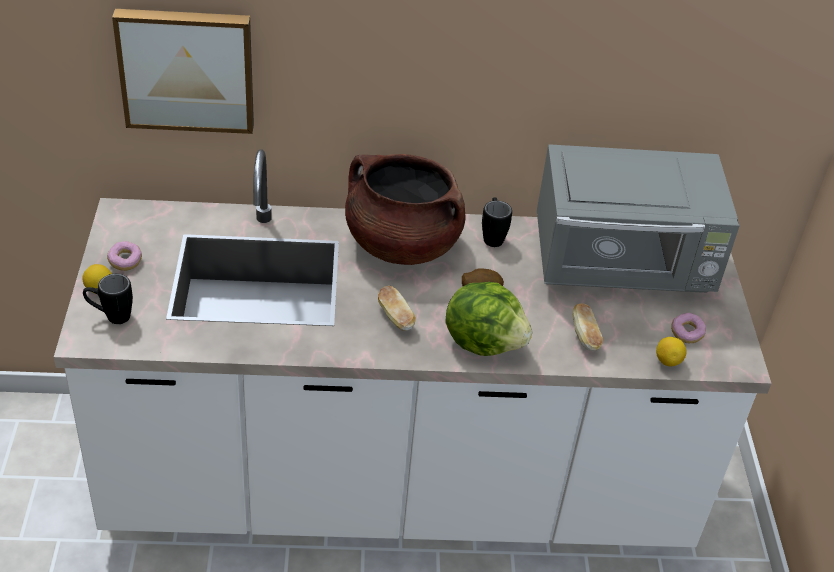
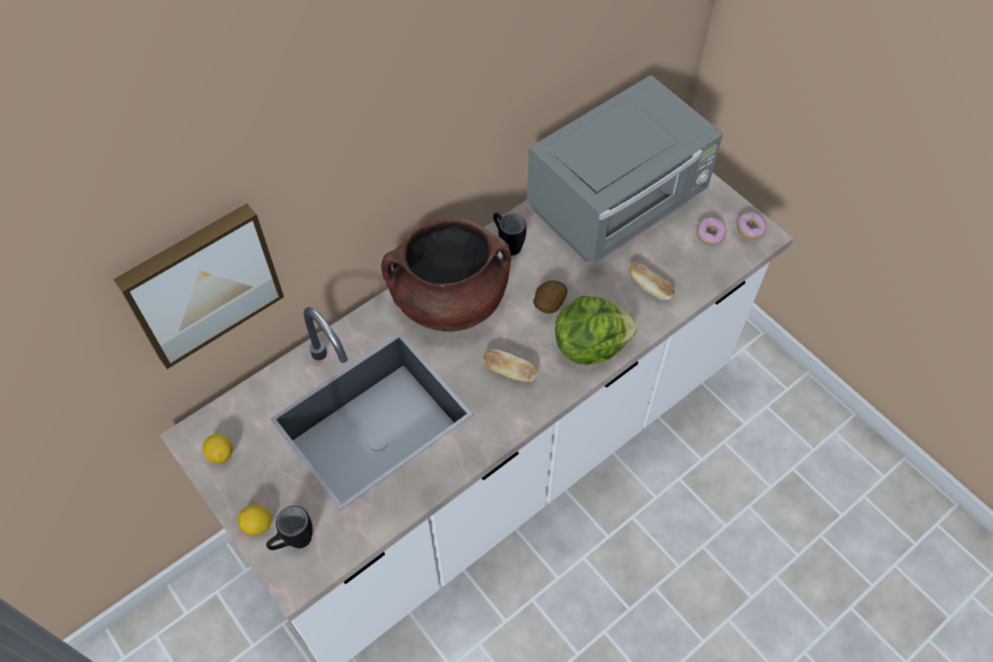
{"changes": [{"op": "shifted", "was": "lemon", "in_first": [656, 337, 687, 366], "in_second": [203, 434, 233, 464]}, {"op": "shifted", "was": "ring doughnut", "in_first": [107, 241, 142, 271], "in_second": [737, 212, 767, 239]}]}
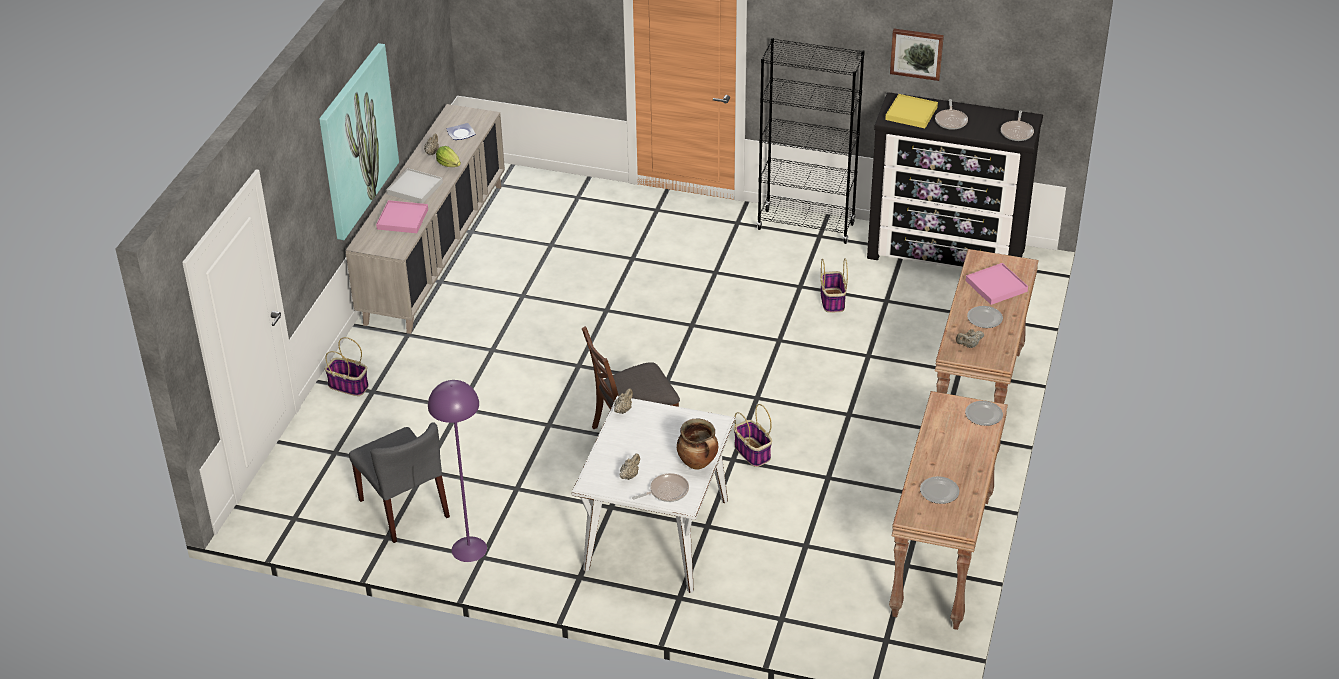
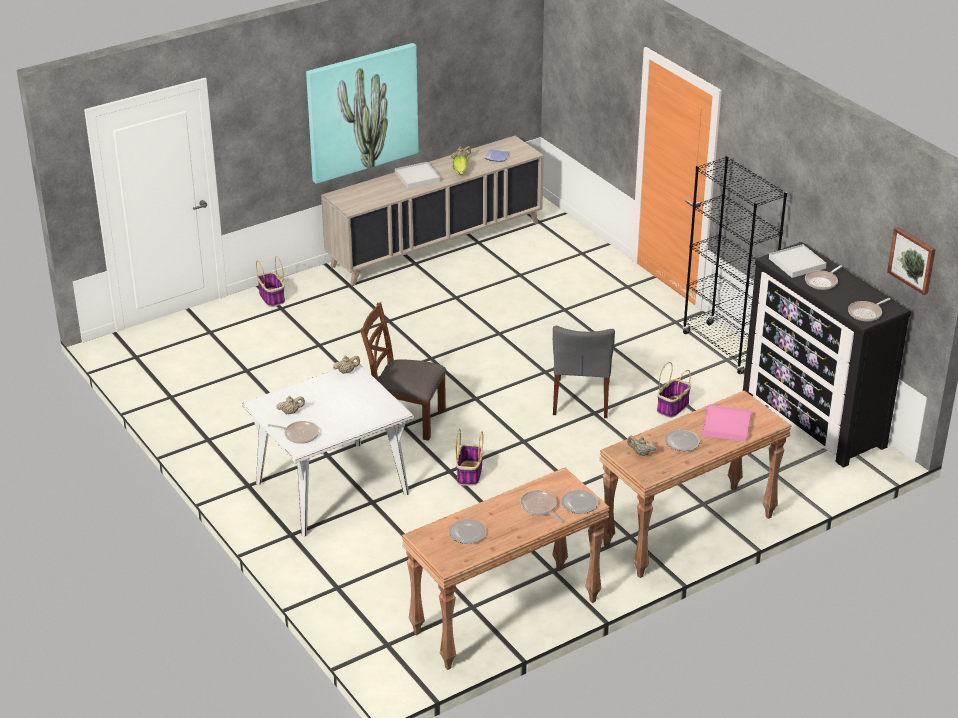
{"changes": [{"op": "new", "now": "skillet", "in_second": [520, 490, 562, 523]}, {"op": "shifted", "was": "chair/gray", "in_first": [349, 422, 450, 543], "in_second": [553, 326, 615, 418]}, {"op": "repainted", "was": "tray/yellow-coloured", "now": "tray/white", "in_first": [885, 94, 938, 128], "in_second": [769, 244, 827, 278]}, {"op": "shifted", "was": "wall picture", "in_first": [890, 29, 944, 81], "in_second": [887, 227, 936, 295]}, {"op": "gone", "was": "tray/pink", "in_first": [376, 200, 428, 233]}, {"op": "gone", "was": "floor lamp/purplish", "in_first": [428, 380, 487, 562]}, {"op": "gone", "was": "saucepot", "in_first": [677, 419, 718, 470]}]}
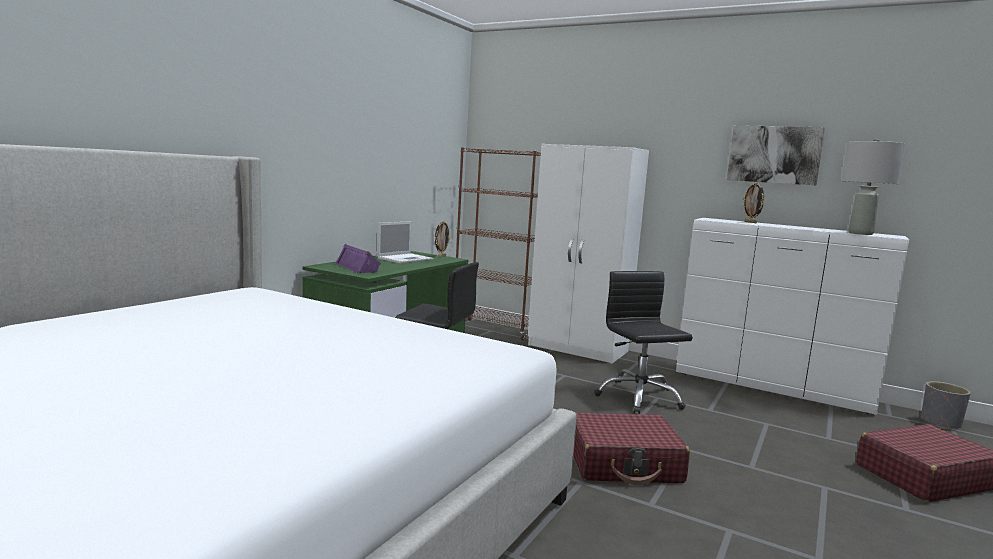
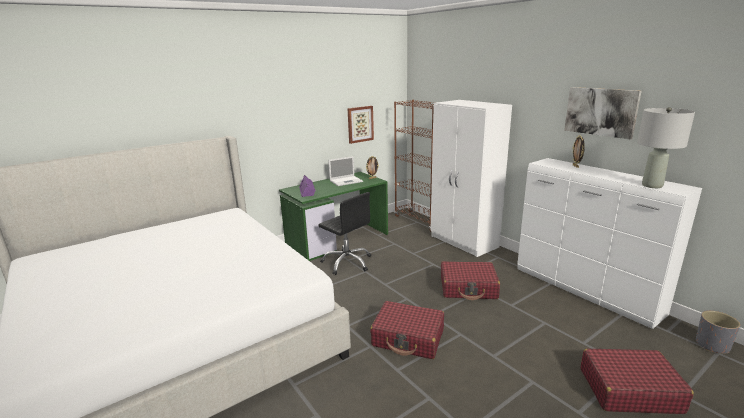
{"changes": [{"op": "new", "now": "wall picture", "in_second": [348, 106, 374, 144]}, {"op": "swapped", "was": "computer chair/black", "now": "piece of luggage/red", "in_first": [594, 271, 693, 414], "in_second": [441, 261, 500, 300]}]}
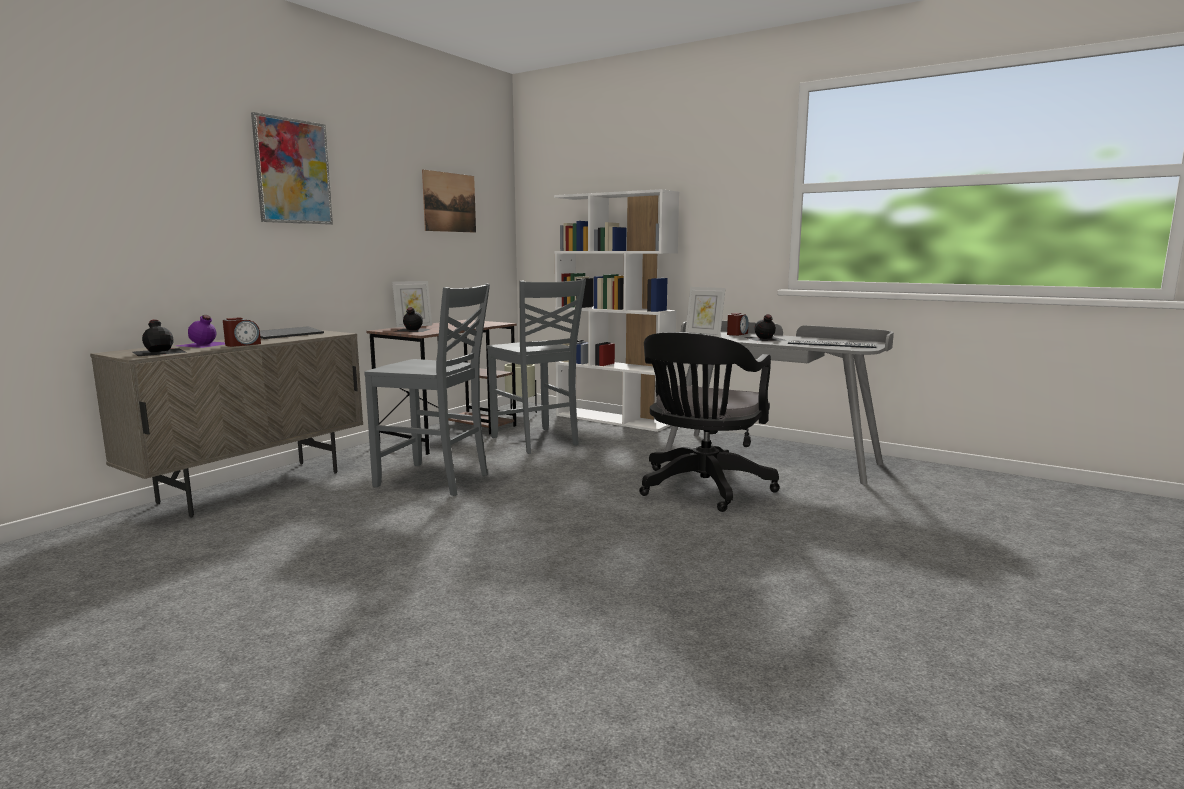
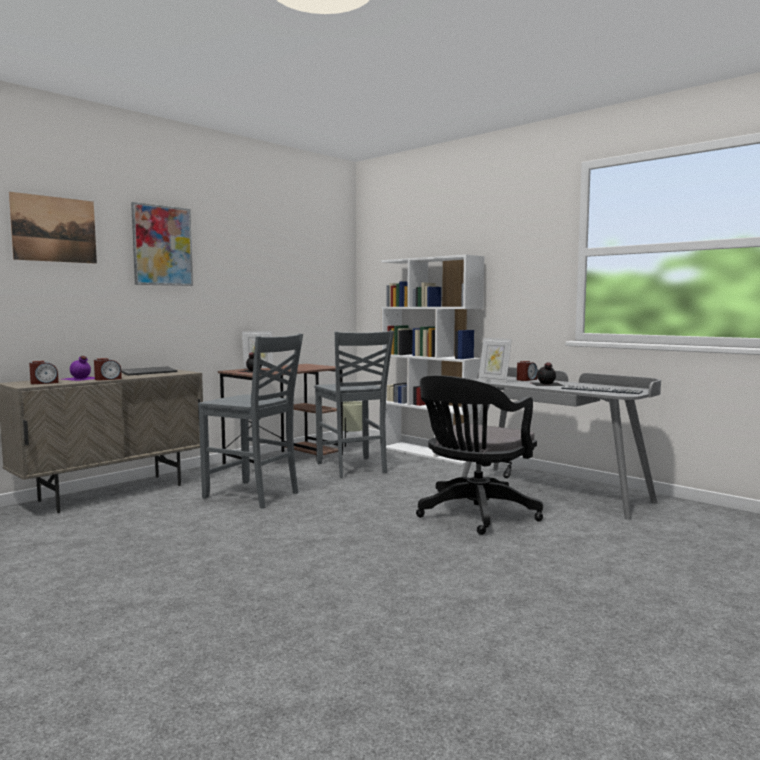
{"changes": [{"op": "shifted", "was": "wall picture", "in_first": [422, 170, 476, 233], "in_second": [9, 192, 97, 264]}, {"op": "swapped", "was": "drink bottle/black", "now": "table clock", "in_first": [133, 319, 186, 356], "in_second": [29, 361, 59, 384]}]}
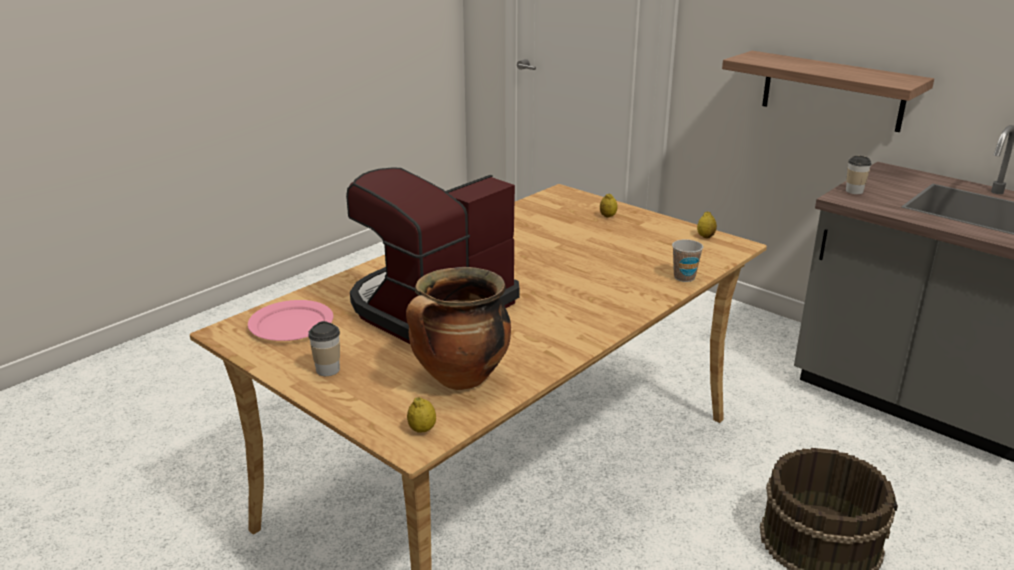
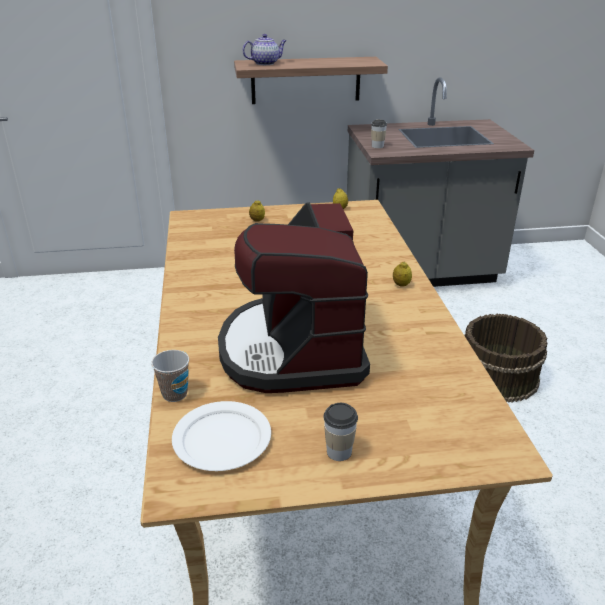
{"changes": [{"op": "shifted", "was": "cup", "in_first": [672, 239, 703, 282], "in_second": [151, 350, 189, 402]}, {"op": "repainted", "was": "dinner plate/pink", "now": "dinner plate/white", "in_first": [248, 300, 333, 341], "in_second": [172, 401, 271, 471]}, {"op": "new", "now": "teapot", "in_second": [242, 34, 287, 65]}, {"op": "shifted", "was": "lemon", "in_first": [407, 397, 436, 433], "in_second": [393, 262, 412, 287]}, {"op": "gone", "was": "saucepot", "in_first": [406, 267, 511, 390]}]}
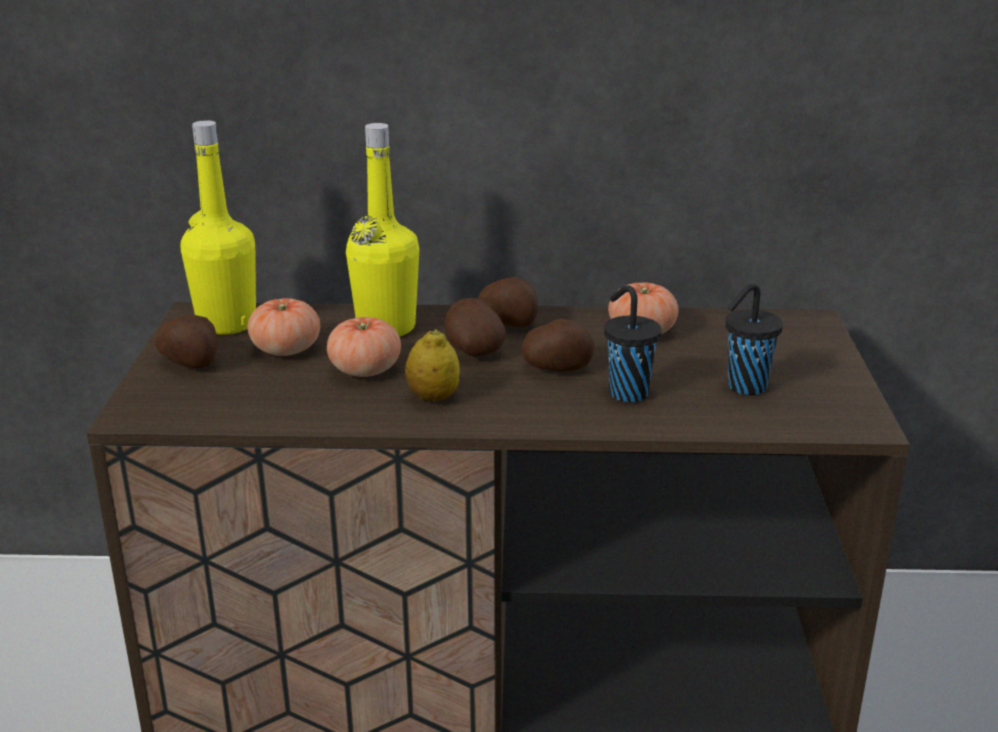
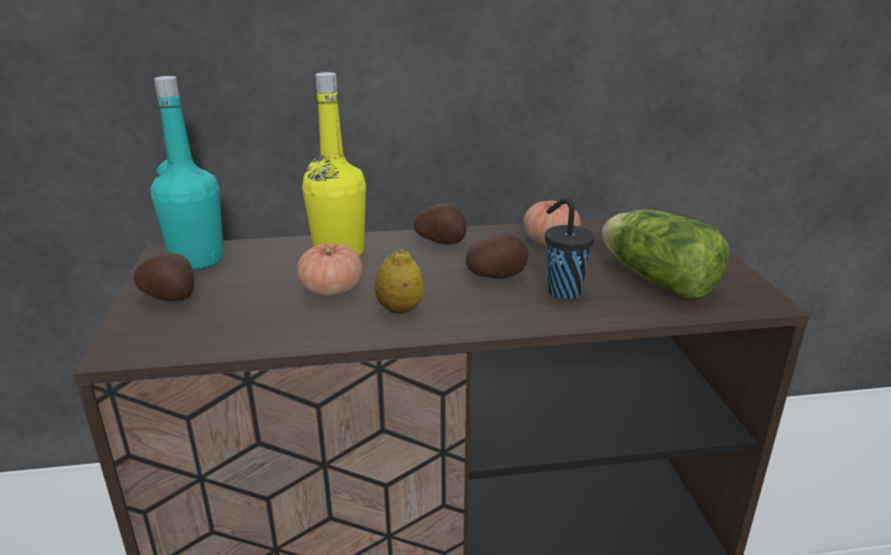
{"changes": [{"op": "repainted", "was": "drink bottle/yellow-coloured", "now": "drink bottle/turquoise", "in_first": [180, 120, 256, 335], "in_second": [151, 76, 224, 270]}, {"op": "swapped", "was": "cup/black", "now": "lettuce", "in_first": [726, 283, 783, 395], "in_second": [602, 210, 729, 299]}, {"op": "gone", "was": "fresh tomato", "in_first": [247, 298, 320, 356]}, {"op": "gone", "was": "spud", "in_first": [445, 298, 506, 357]}]}
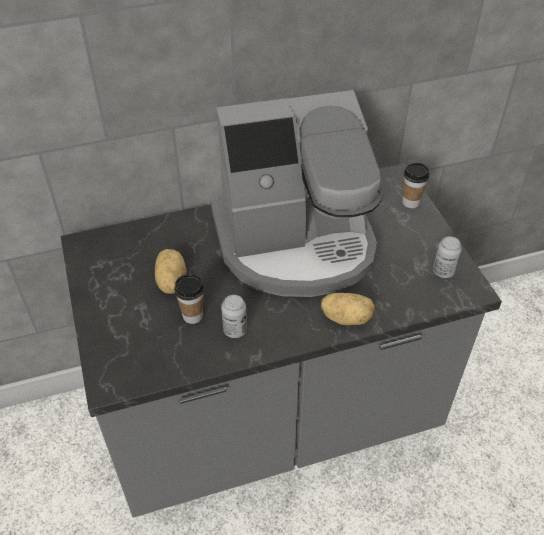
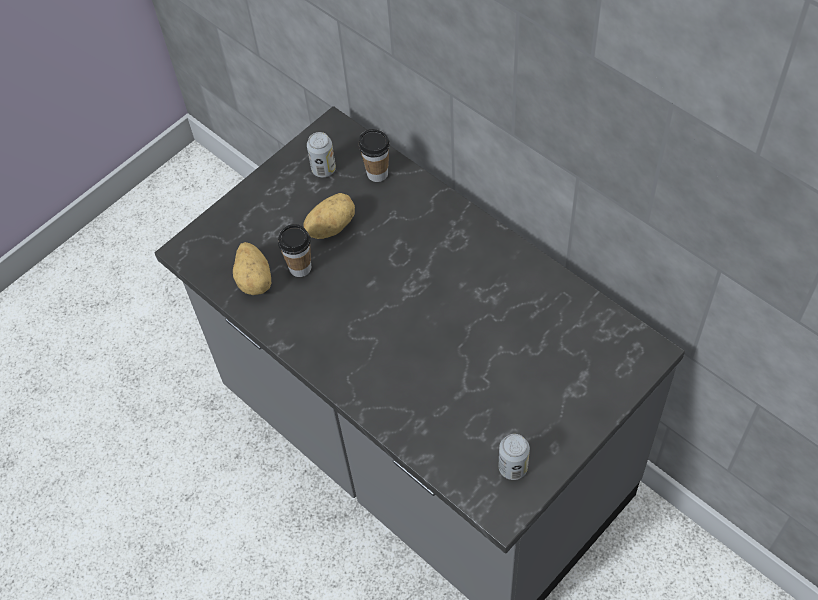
{"changes": [{"op": "shifted", "was": "spud", "in_first": [321, 293, 375, 325], "in_second": [233, 242, 271, 295]}, {"op": "shifted", "was": "can", "in_first": [221, 295, 247, 338], "in_second": [307, 132, 336, 177]}, {"op": "shifted", "was": "cup", "in_first": [402, 163, 429, 208], "in_second": [359, 129, 390, 182]}, {"op": "gone", "was": "coffee brewer", "in_first": [211, 90, 384, 297]}]}
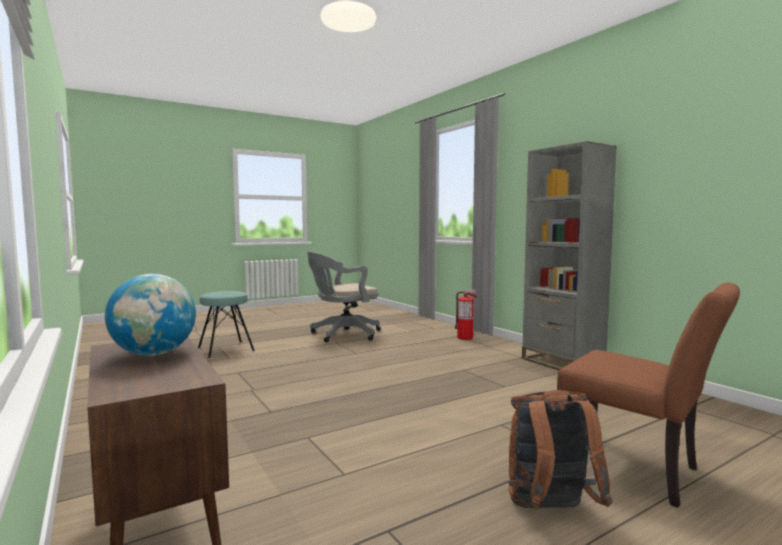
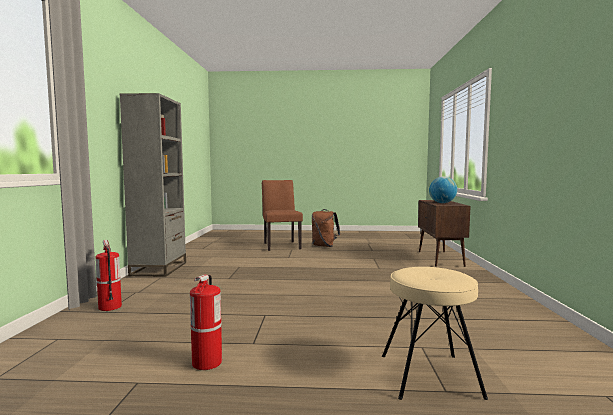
{"changes": [{"op": "swapped", "was": "computer chair/gray", "now": "extinguisher", "in_first": [307, 251, 381, 342], "in_second": [190, 275, 222, 370]}, {"op": "repainted", "was": "stool/turquoise", "now": "stool/beige-coloured", "in_first": [198, 291, 255, 358], "in_second": [382, 267, 488, 400]}]}
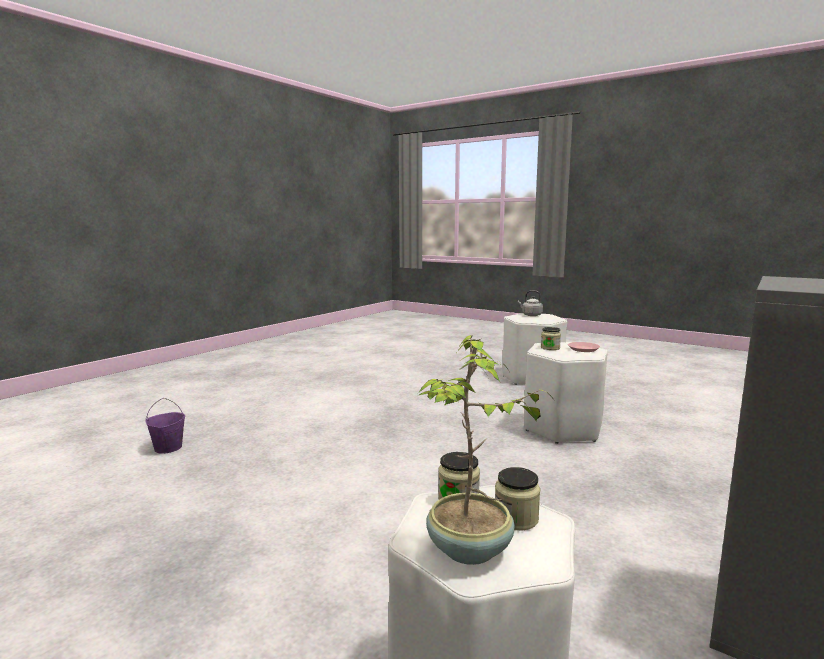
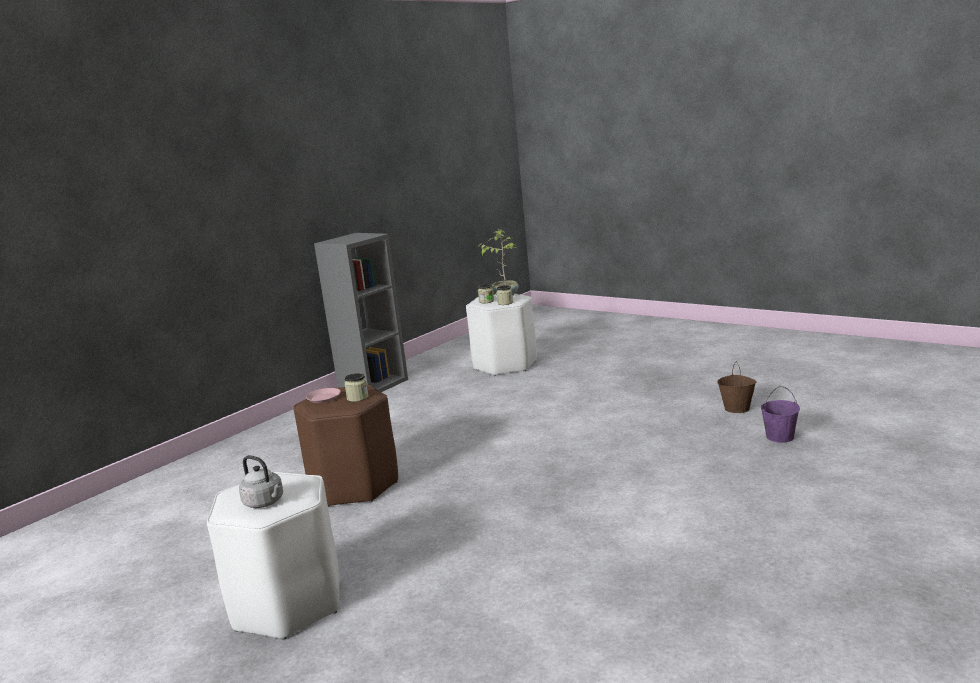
{"changes": [{"op": "repainted", "was": "stool/white", "now": "stool/brown-coloured", "in_first": [524, 342, 608, 444], "in_second": [294, 385, 398, 507]}, {"op": "new", "now": "pail/brown-coloured", "in_second": [717, 361, 757, 413]}]}
